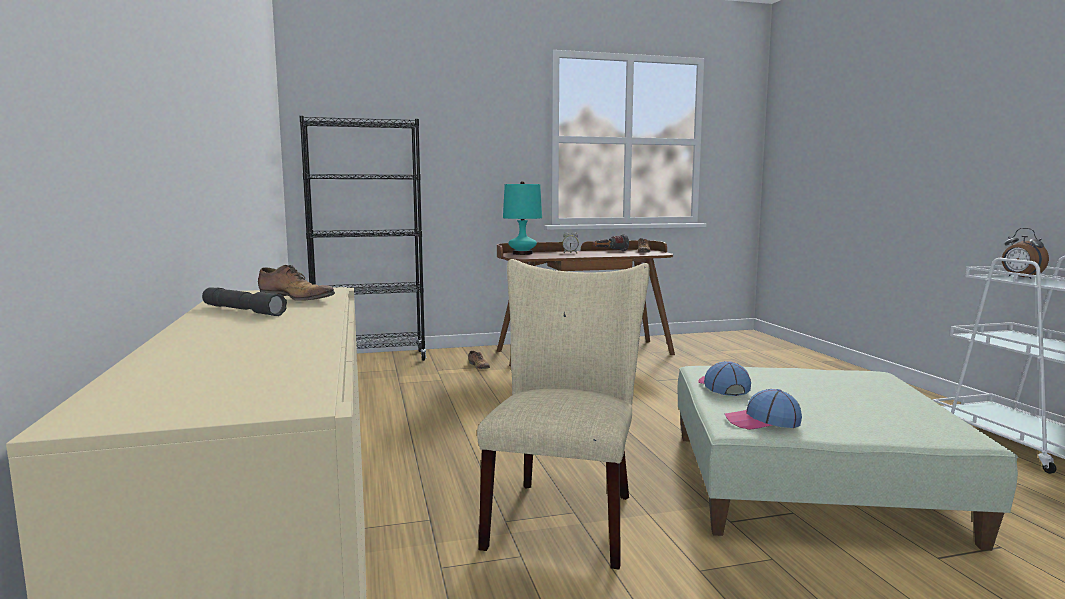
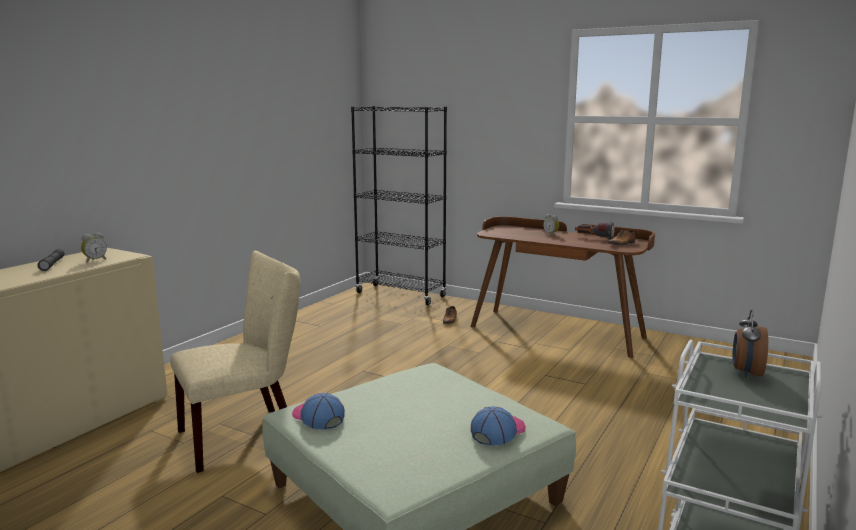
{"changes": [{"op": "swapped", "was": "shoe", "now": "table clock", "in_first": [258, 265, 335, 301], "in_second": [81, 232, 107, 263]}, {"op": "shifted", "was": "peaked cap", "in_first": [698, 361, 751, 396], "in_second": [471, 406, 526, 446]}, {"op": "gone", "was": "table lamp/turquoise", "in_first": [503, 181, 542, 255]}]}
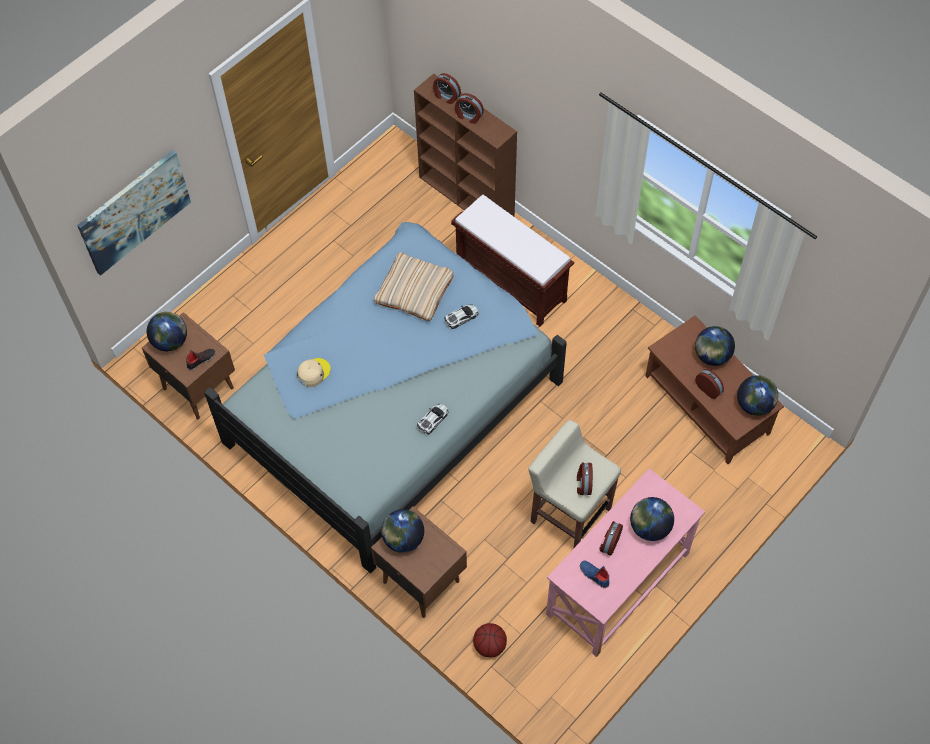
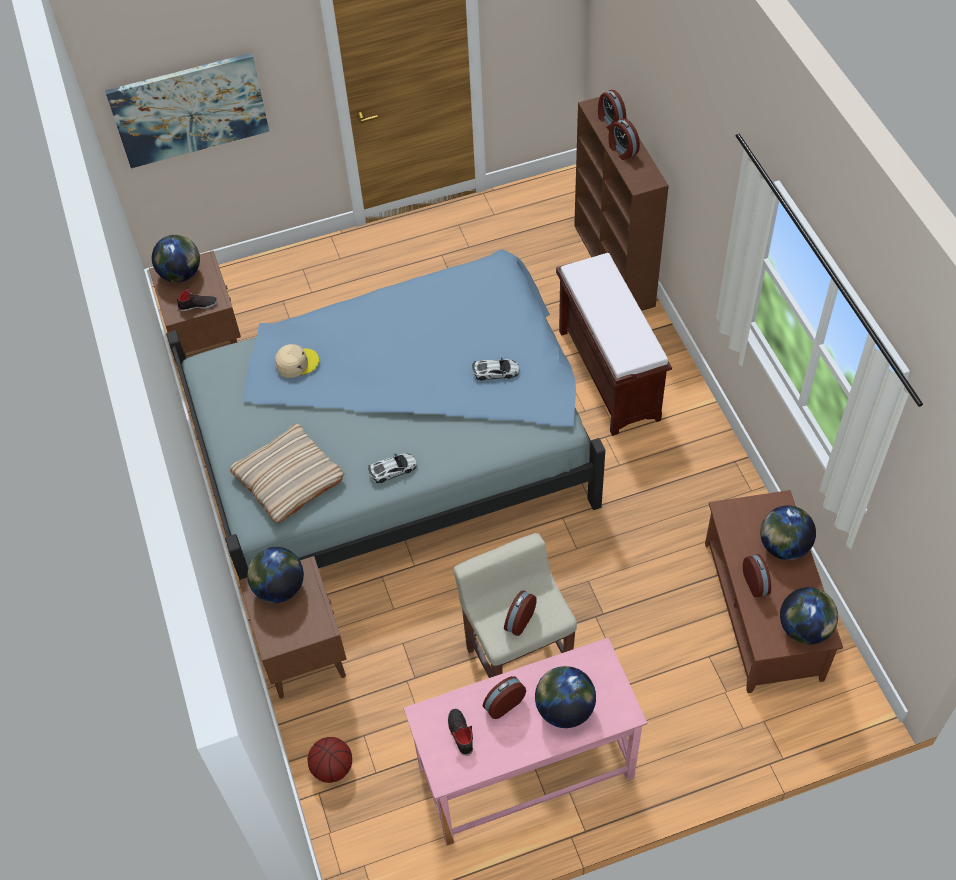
{"changes": [{"op": "shifted", "was": "pillow/beige-coloured", "in_first": [374, 252, 454, 321], "in_second": [230, 423, 344, 522]}, {"op": "repainted", "was": "shoe/blue-coloured", "now": "shoe/black", "in_first": [580, 561, 610, 588], "in_second": [448, 709, 473, 756]}]}
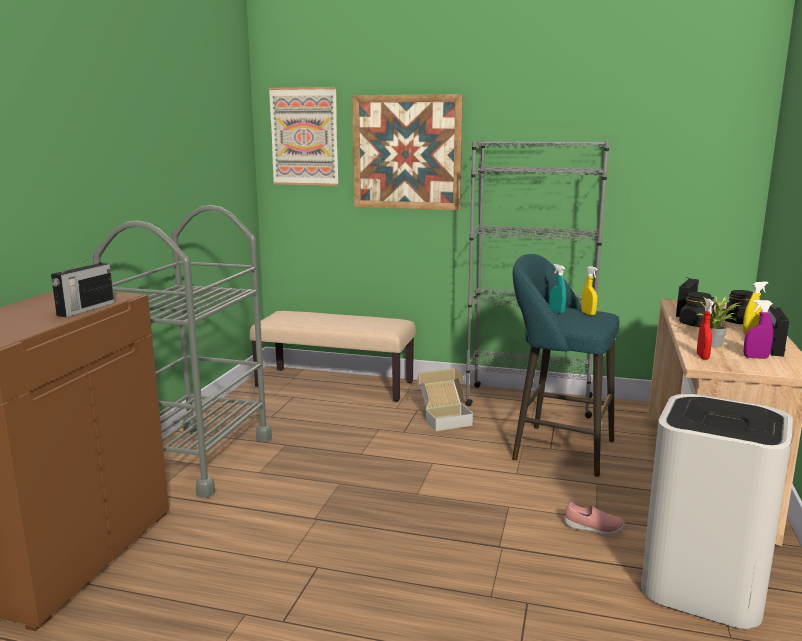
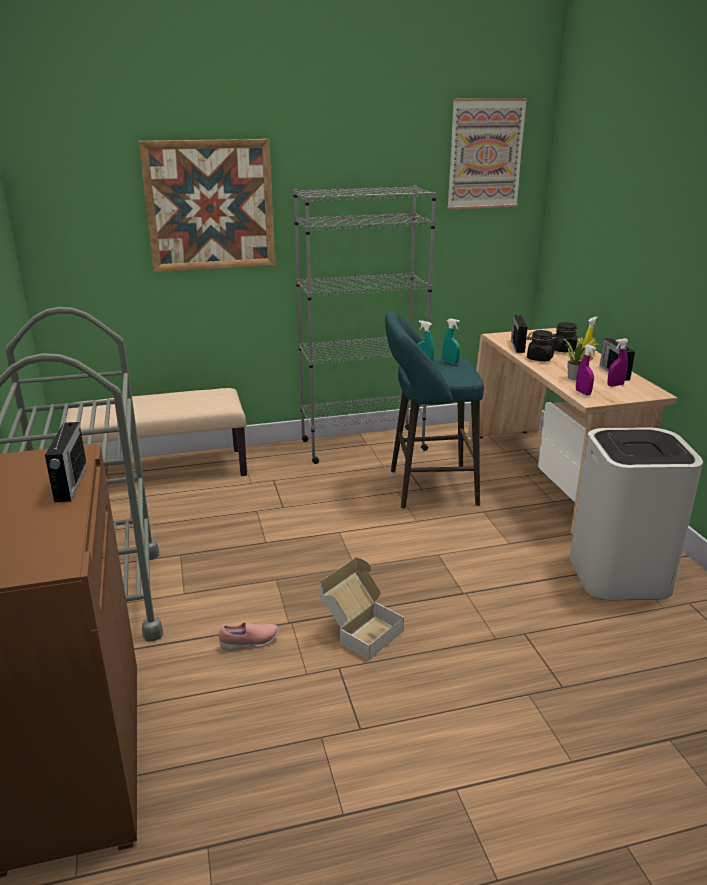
{"changes": [{"op": "shifted", "was": "shoe/pink", "in_first": [564, 502, 624, 535], "in_second": [219, 622, 278, 650]}, {"op": "shifted", "was": "cardboard box", "in_first": [417, 368, 473, 431], "in_second": [320, 557, 404, 660]}, {"op": "repainted", "was": "hand sprayer/yellow-coloured", "now": "hand sprayer/turquoise", "in_first": [581, 266, 598, 315], "in_second": [442, 318, 460, 364]}, {"op": "shifted", "was": "wall picture", "in_first": [269, 87, 339, 186], "in_second": [447, 98, 527, 210]}, {"op": "repainted", "was": "hand sprayer/red", "now": "hand sprayer/purplish", "in_first": [697, 299, 714, 360], "in_second": [576, 344, 596, 395]}]}
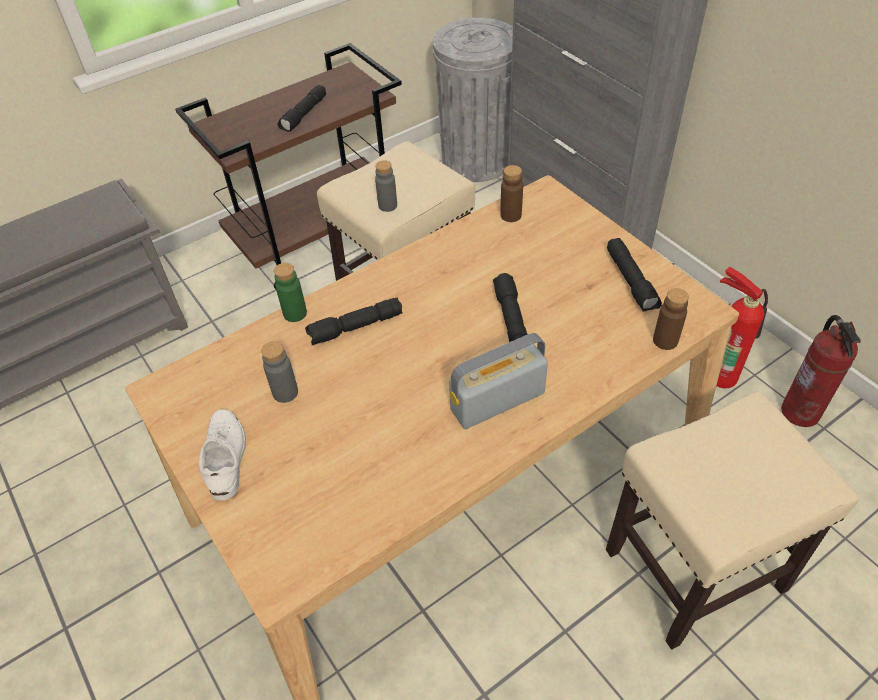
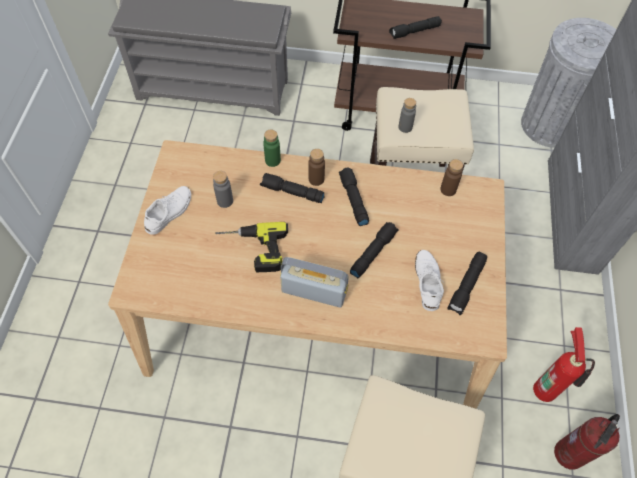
{"changes": [{"op": "new", "now": "electric drill", "in_second": [215, 222, 288, 273]}, {"op": "shifted", "was": "drink bottle/brown-coloured", "in_first": [653, 288, 689, 350], "in_second": [308, 149, 325, 186]}, {"op": "new", "now": "hand torch/black", "in_second": [339, 168, 369, 226]}, {"op": "new", "now": "shoe/white", "in_second": [415, 250, 444, 311]}]}
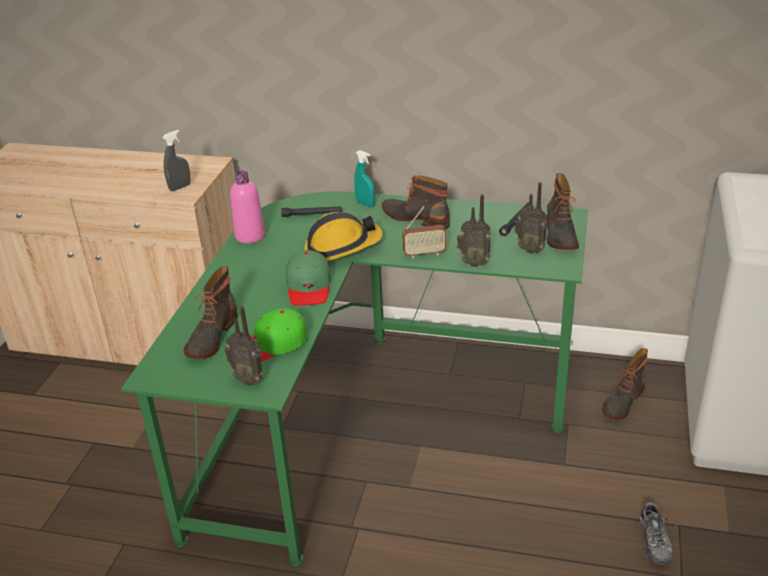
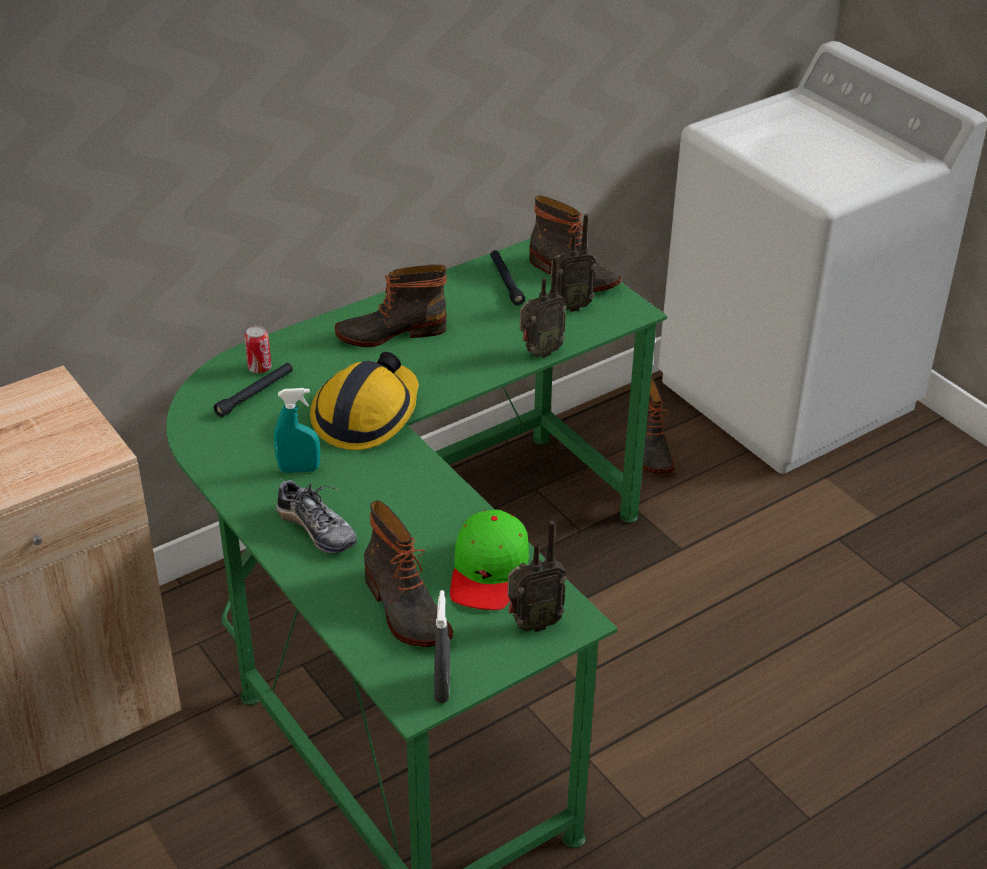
{"changes": [{"op": "new", "now": "can", "in_second": [244, 326, 272, 373]}, {"op": "shifted", "was": "hand sprayer/turquoise", "in_first": [354, 150, 375, 207], "in_second": [274, 388, 320, 473]}, {"op": "shifted", "was": "shoe", "in_first": [638, 502, 677, 564], "in_second": [276, 477, 357, 553]}, {"op": "shifted", "was": "hand sprayer/gray", "in_first": [162, 130, 190, 191], "in_second": [434, 590, 450, 703]}, {"op": "gone", "was": "drink bottle/pink", "in_first": [230, 171, 265, 244]}, {"op": "gone", "was": "peaked cap/green", "in_first": [286, 250, 331, 306]}, {"op": "gone", "was": "radio set", "in_first": [402, 206, 446, 258]}]}
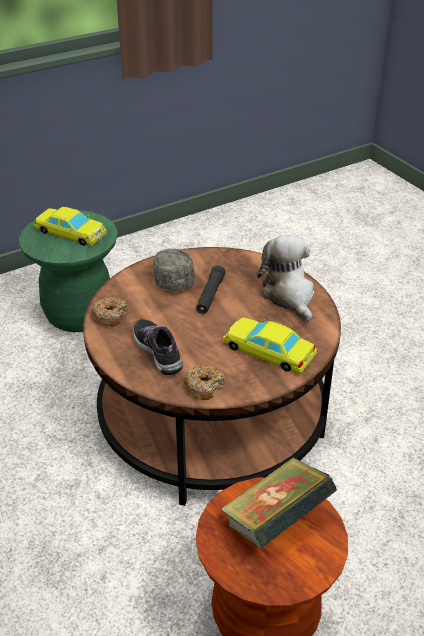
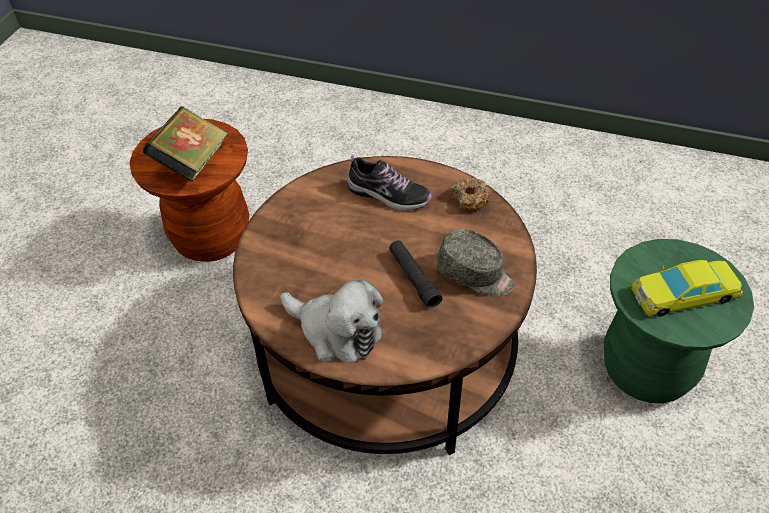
{"changes": [{"op": "gone", "was": "ring doughnut", "in_first": [184, 365, 225, 400]}, {"op": "gone", "was": "model car/yellow-coloured", "in_first": [223, 318, 317, 374]}]}
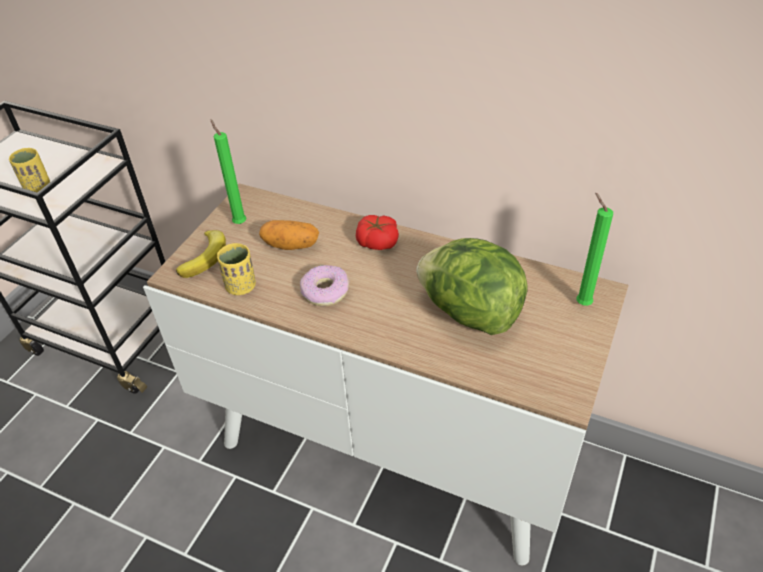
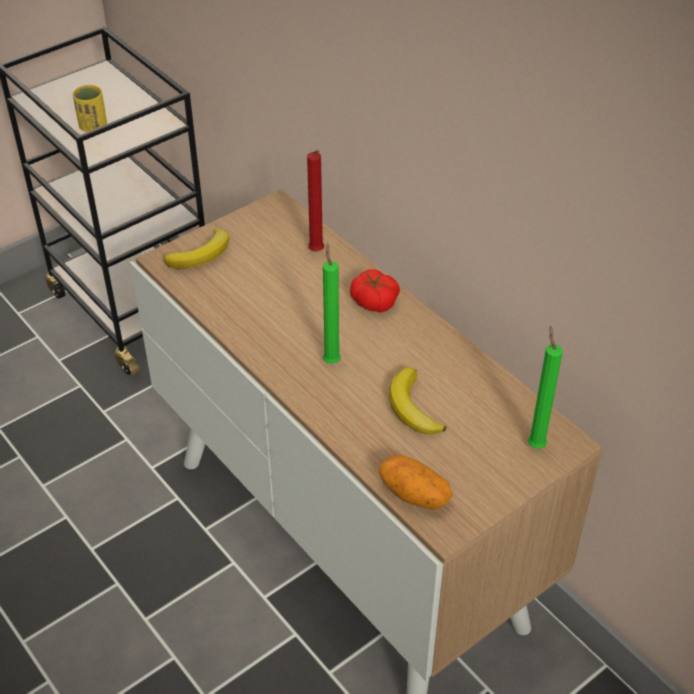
{"changes": [{"op": "new", "now": "wax candle/red", "in_second": [307, 150, 324, 252]}, {"op": "shifted", "was": "wax candle/green", "in_first": [210, 119, 247, 224], "in_second": [323, 243, 341, 364]}, {"op": "shifted", "was": "spud", "in_first": [259, 220, 319, 250], "in_second": [379, 455, 453, 510]}, {"op": "swapped", "was": "lettuce", "now": "banana", "in_first": [416, 238, 527, 335], "in_second": [389, 367, 446, 434]}, {"op": "gone", "was": "cup/yellow-coloured", "in_first": [217, 243, 256, 295]}, {"op": "gone", "was": "ring doughnut", "in_first": [300, 265, 350, 306]}]}
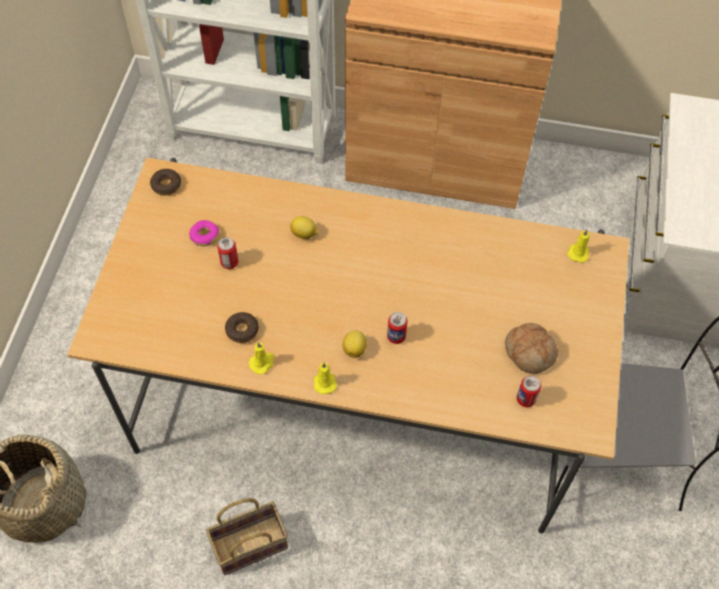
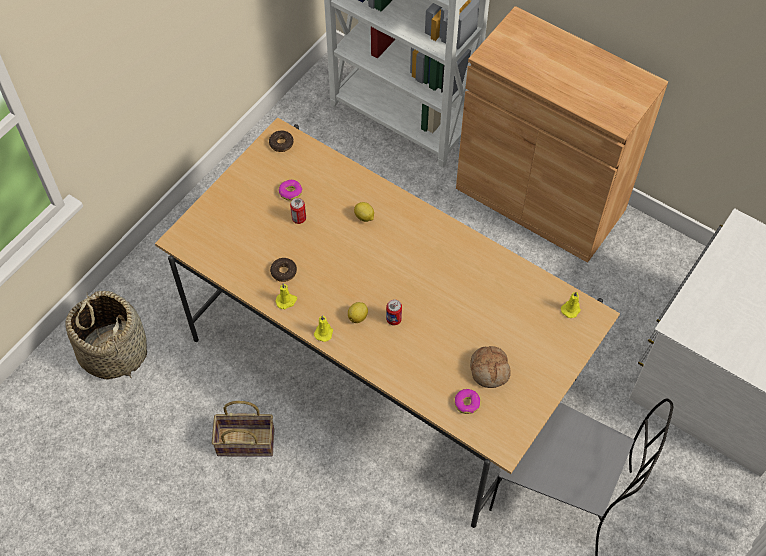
{"changes": [{"op": "swapped", "was": "can", "now": "ring doughnut", "in_first": [516, 376, 541, 407], "in_second": [455, 389, 480, 414]}]}
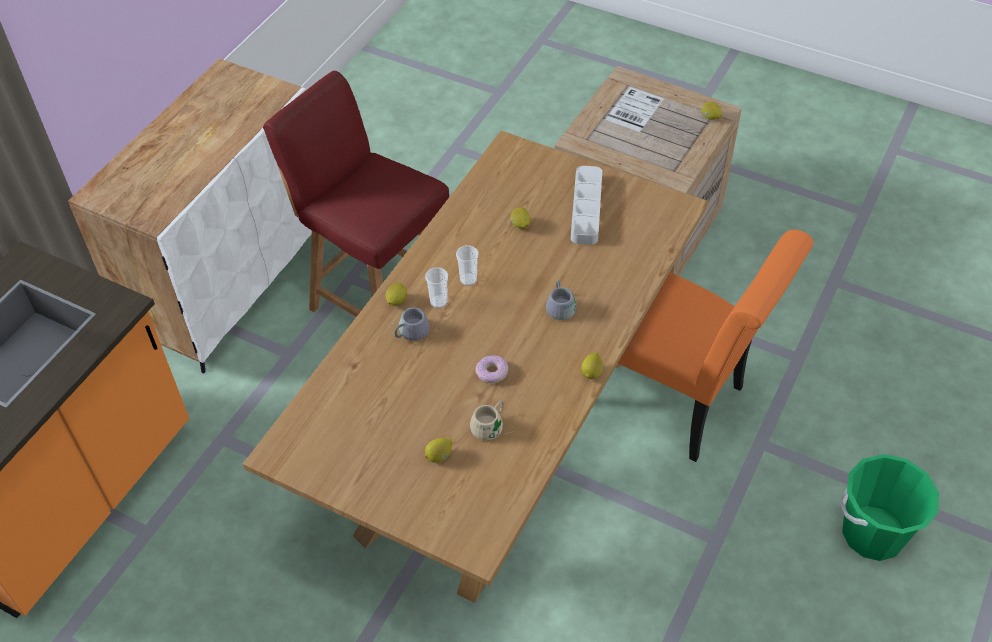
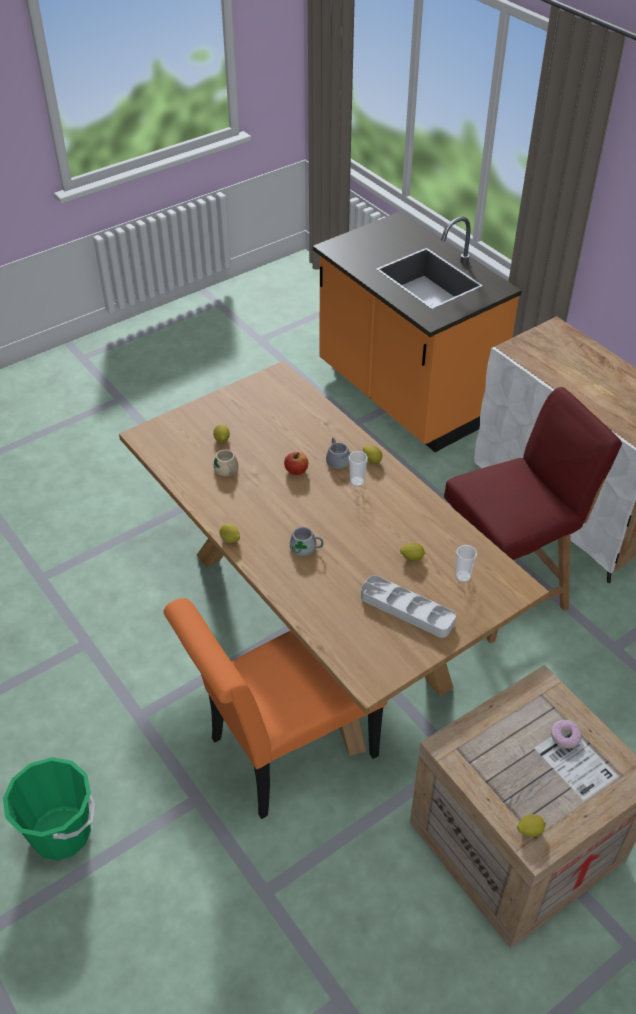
{"changes": [{"op": "new", "now": "apple", "in_second": [284, 452, 308, 475]}, {"op": "shifted", "was": "cup", "in_first": [456, 245, 479, 286], "in_second": [455, 545, 477, 582]}, {"op": "shifted", "was": "ring doughnut", "in_first": [476, 356, 508, 383], "in_second": [551, 720, 582, 748]}]}
